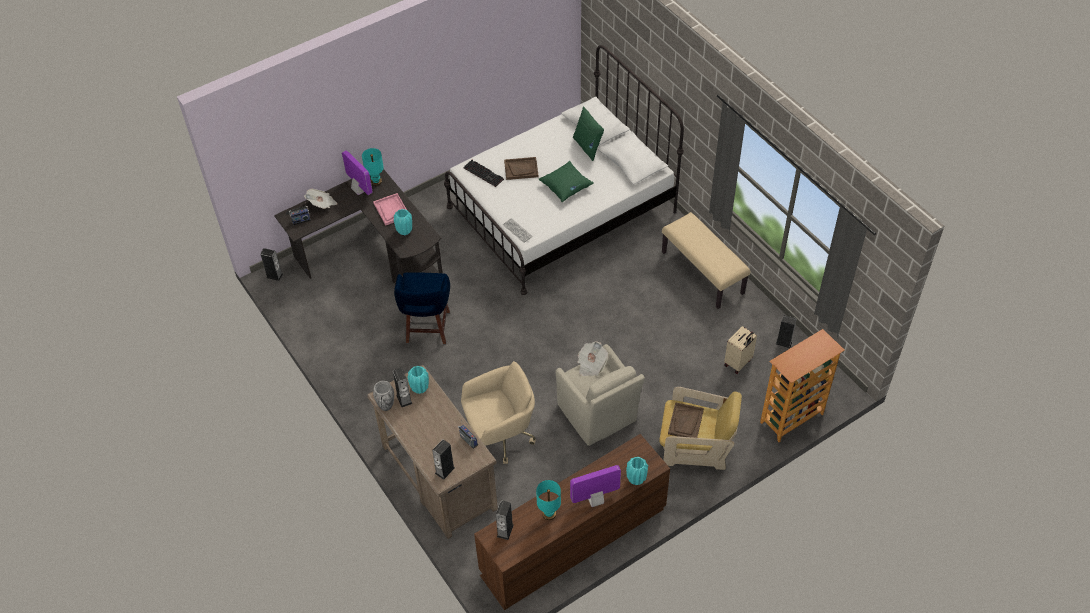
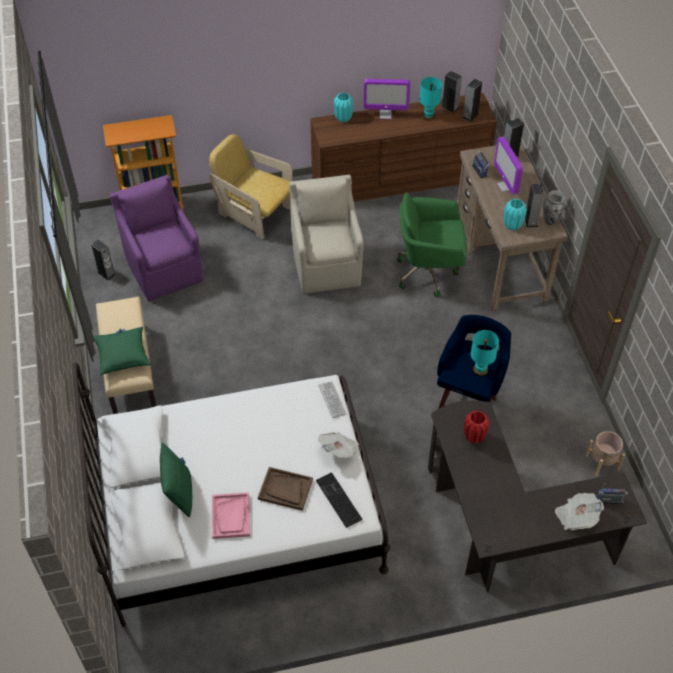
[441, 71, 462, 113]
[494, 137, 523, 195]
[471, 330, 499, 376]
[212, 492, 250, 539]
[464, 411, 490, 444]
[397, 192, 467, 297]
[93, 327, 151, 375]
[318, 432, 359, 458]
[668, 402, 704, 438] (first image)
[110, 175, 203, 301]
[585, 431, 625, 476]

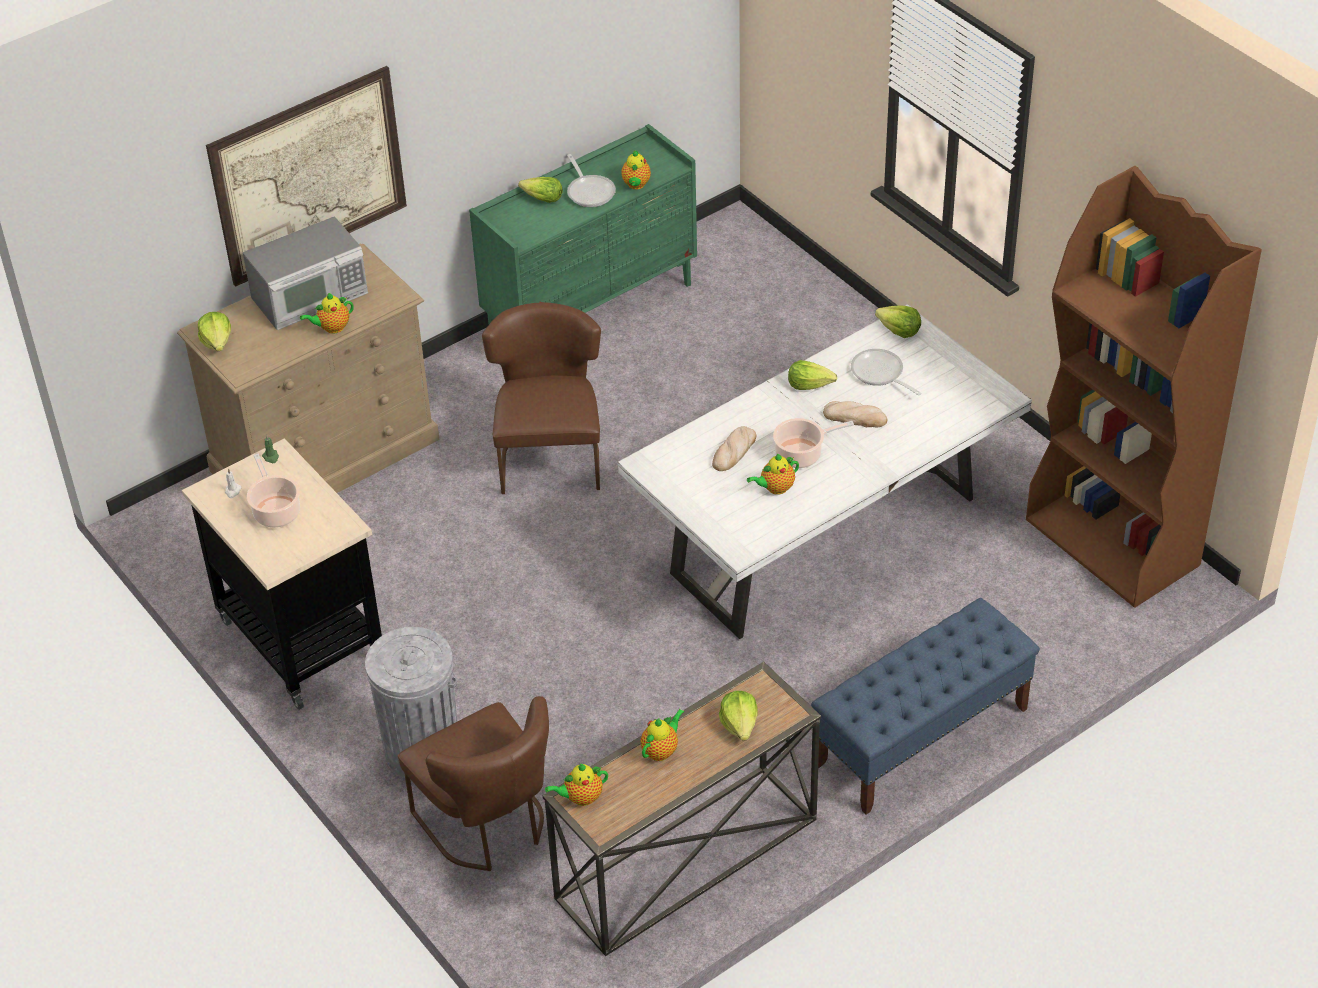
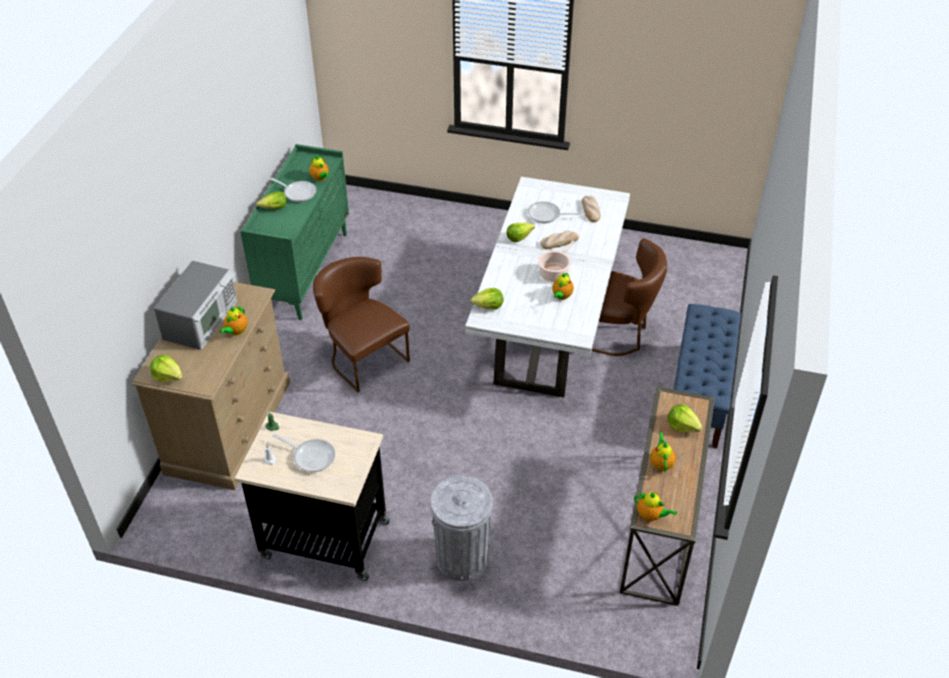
[206, 66, 407, 287] (first image)
[273, 433, 335, 472]
[592, 238, 667, 356]
[634, 492, 677, 521]
[582, 196, 601, 222]
[470, 288, 503, 309]
[1026, 166, 1262, 607] (first image)

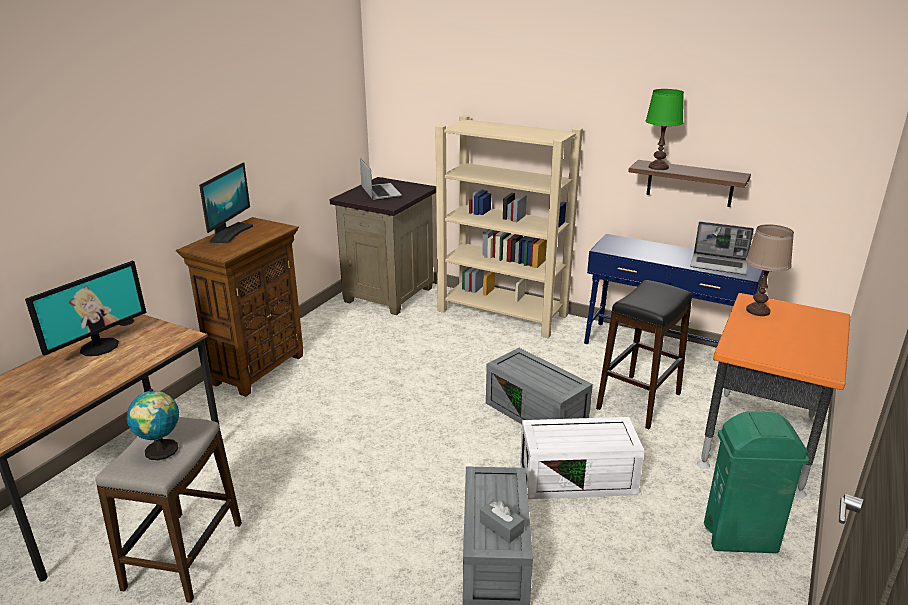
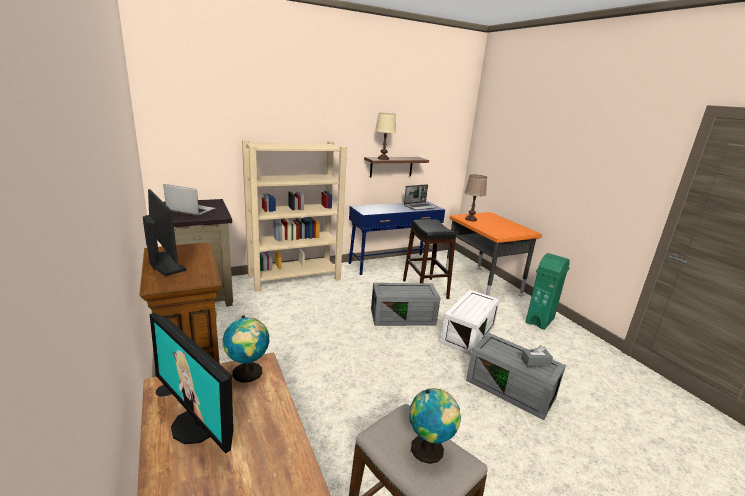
[150, 313, 233, 454]
[375, 113, 396, 160]
[223, 315, 269, 383]

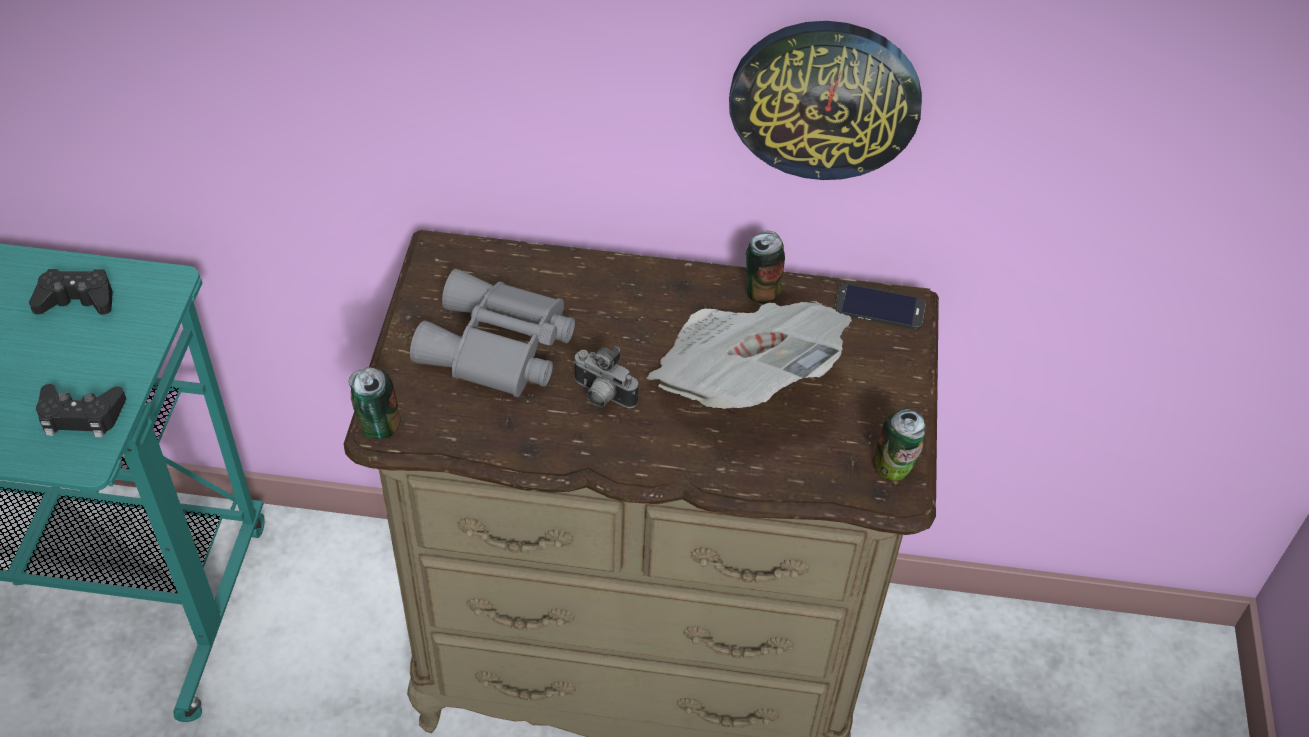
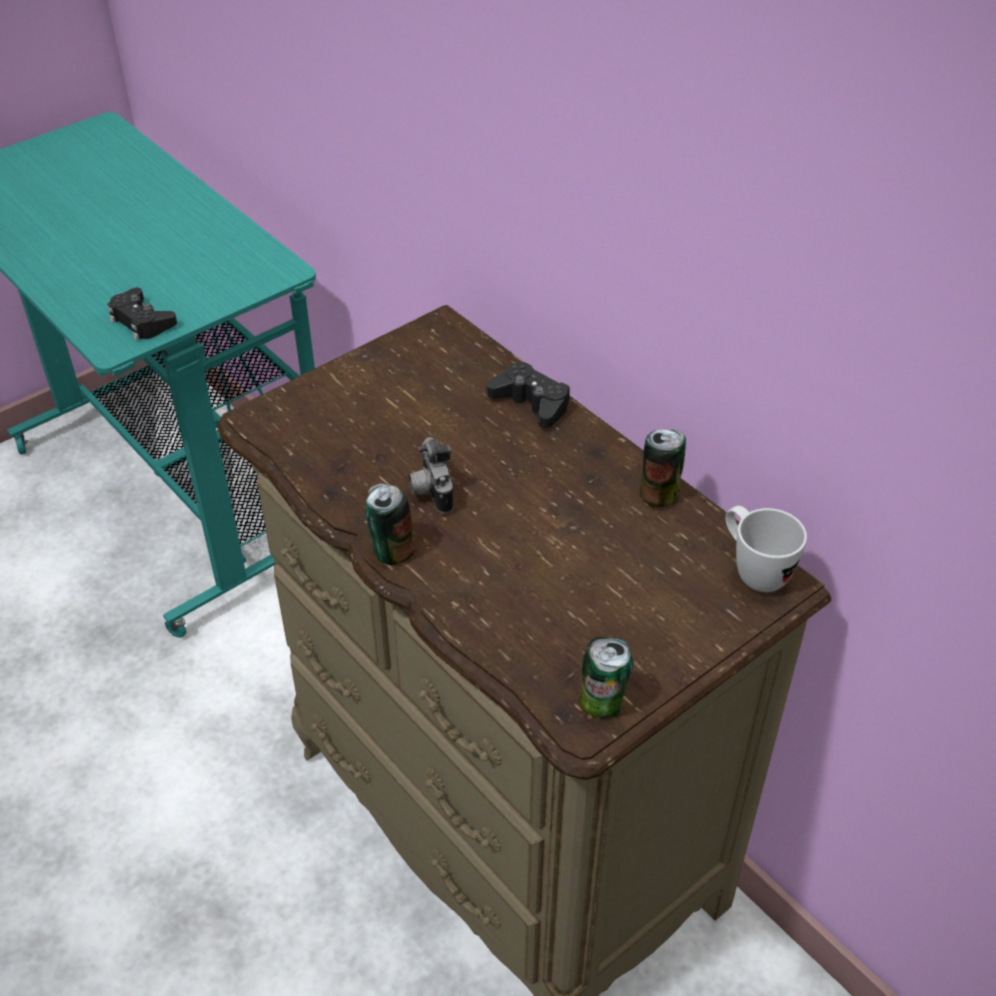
[486, 362, 570, 428]
[366, 483, 414, 565]
[410, 269, 575, 397] (first image)
[647, 301, 852, 409] (first image)
[729, 21, 922, 180] (first image)
[725, 506, 807, 592]

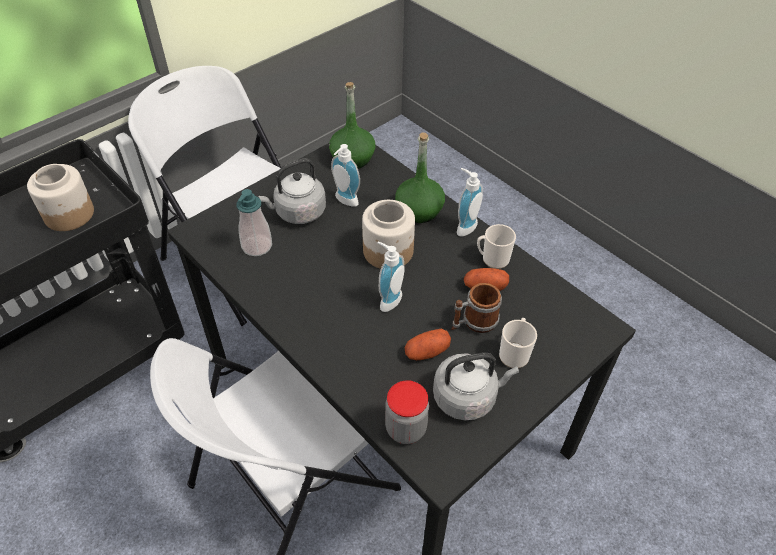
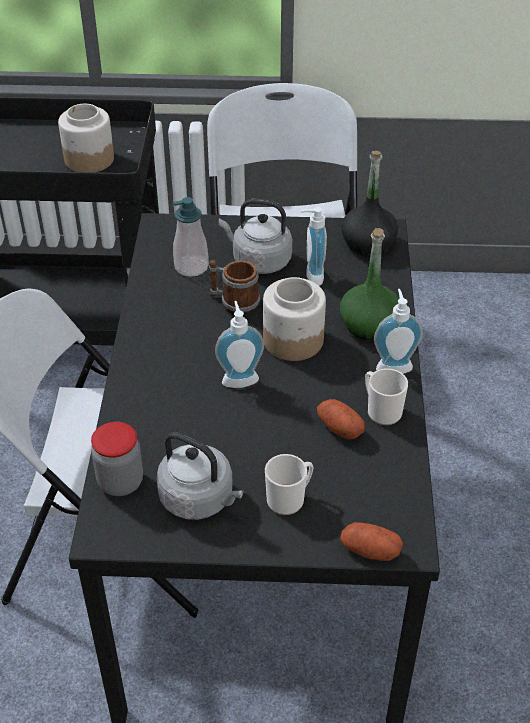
[341, 151, 398, 257]
[340, 522, 403, 561]
[209, 260, 260, 315]

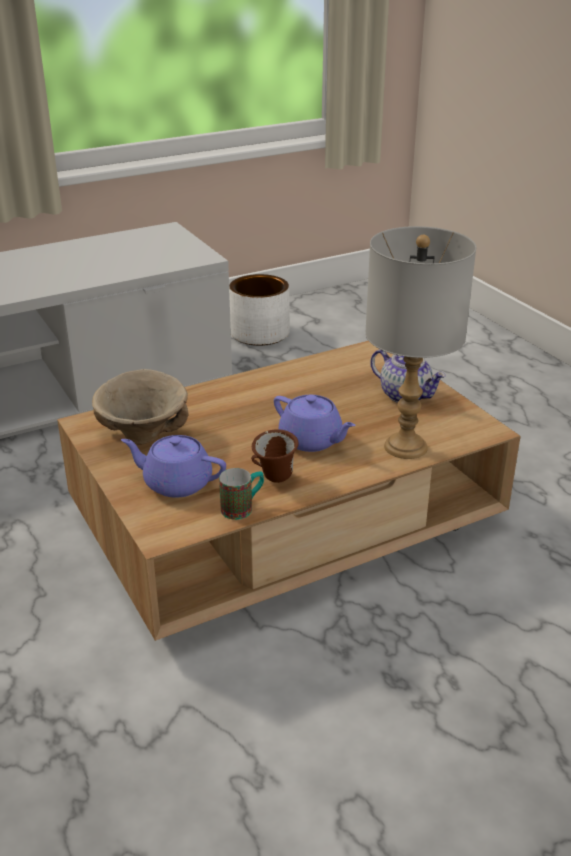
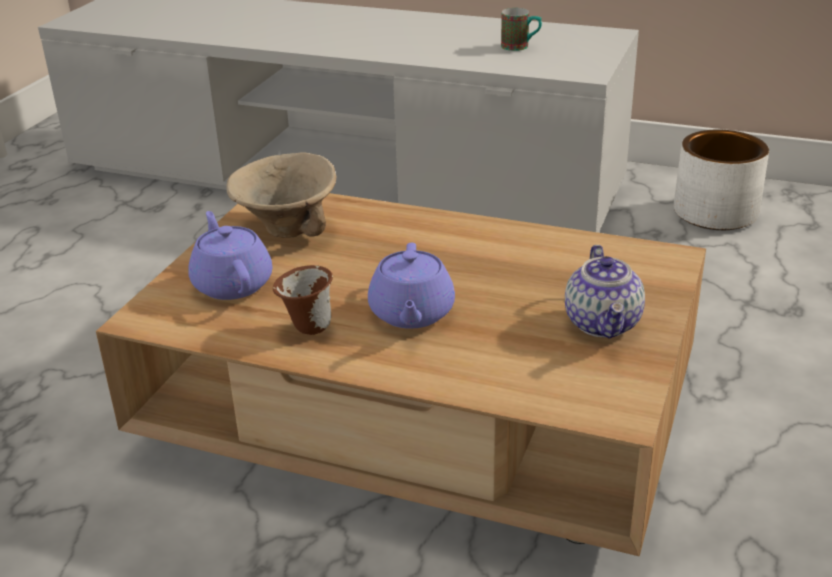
[501, 8, 542, 51]
[365, 226, 476, 459] (first image)

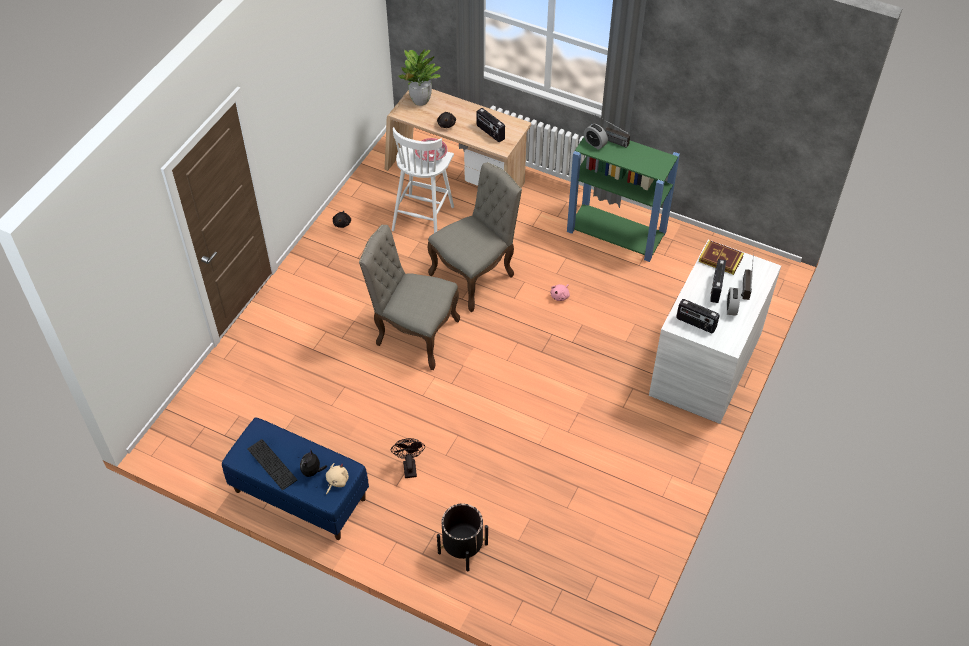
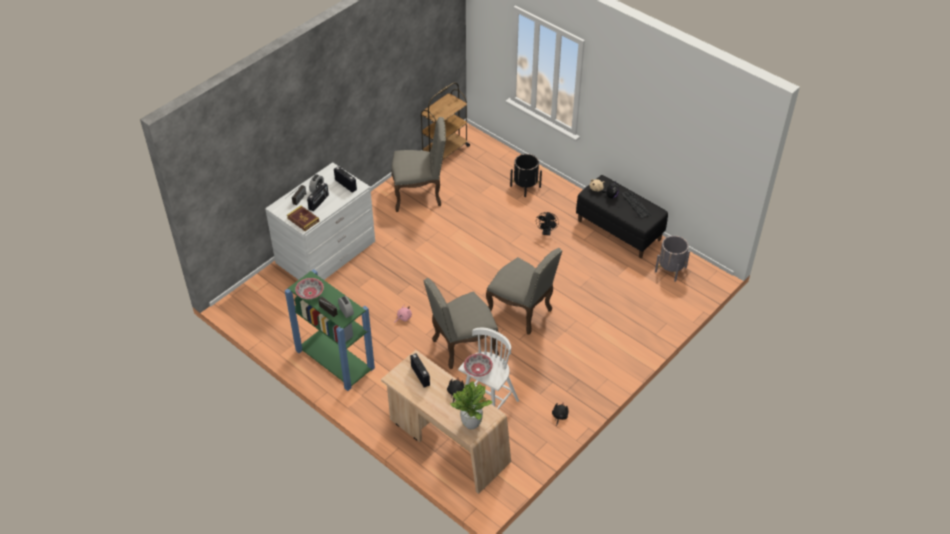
[576, 175, 668, 258]
[295, 278, 324, 299]
[391, 117, 446, 212]
[421, 83, 470, 160]
[655, 236, 690, 282]

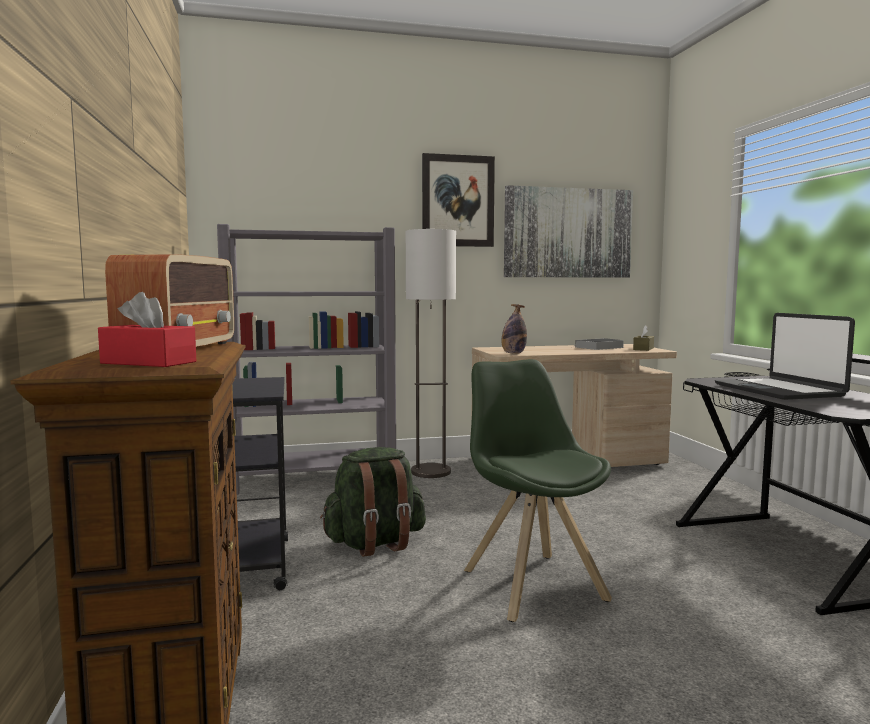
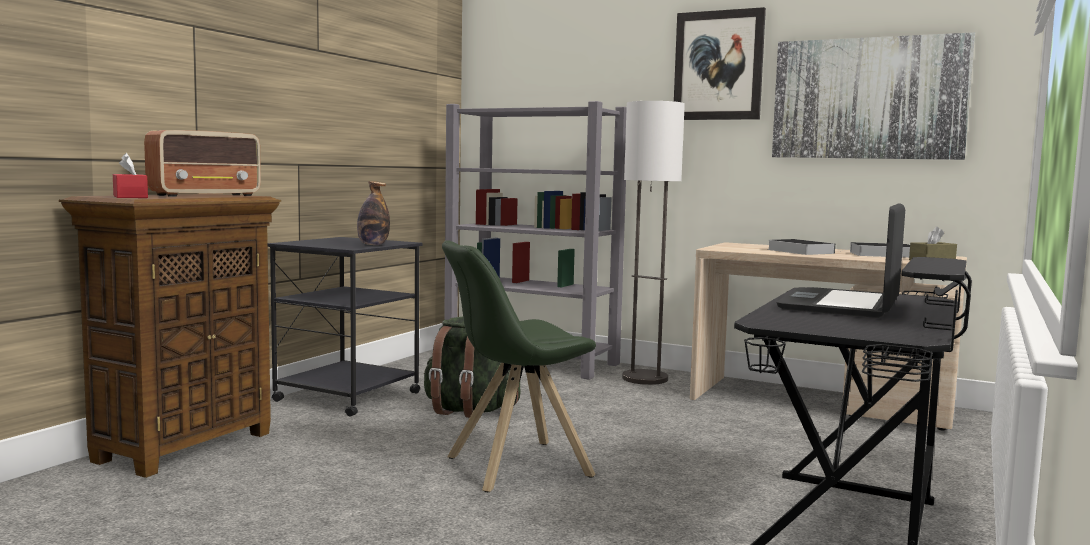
[442, 240, 596, 492]
[357, 181, 390, 245]
[767, 239, 835, 255]

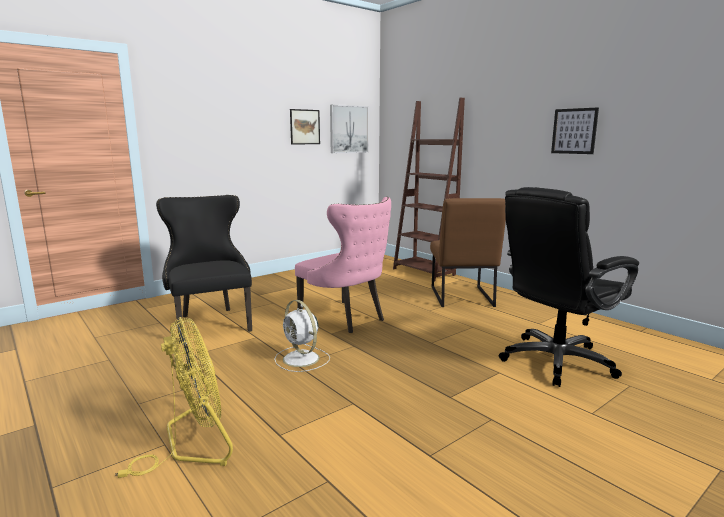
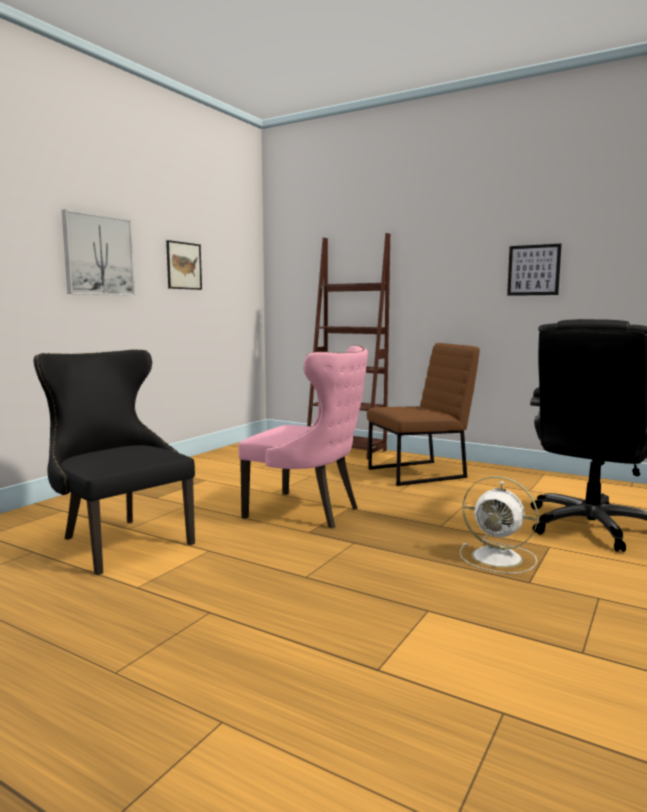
[115, 317, 233, 478] (first image)
[460, 476, 538, 574]
[62, 209, 135, 296]
[367, 343, 480, 486]

